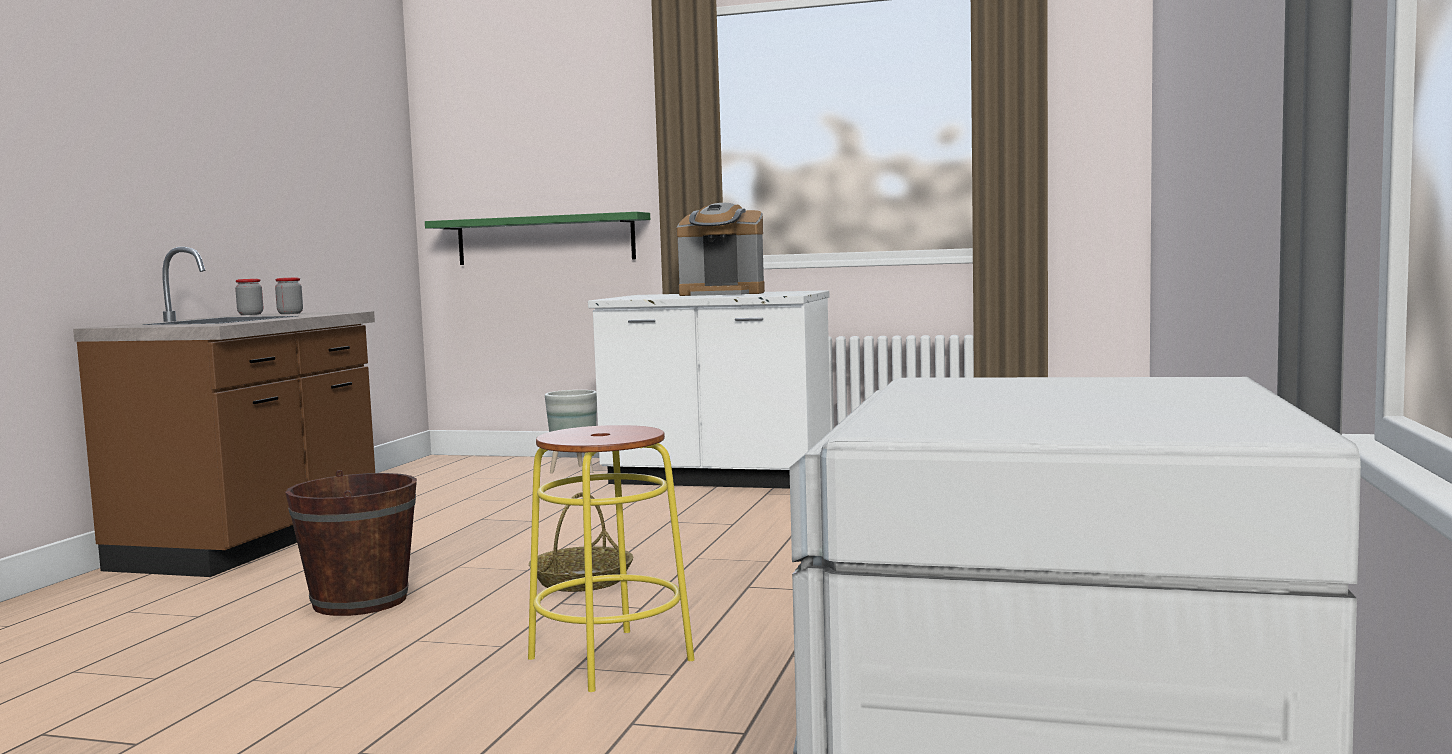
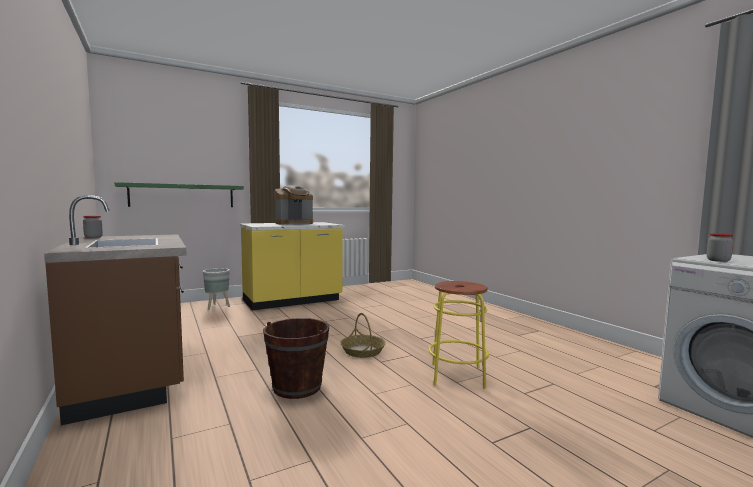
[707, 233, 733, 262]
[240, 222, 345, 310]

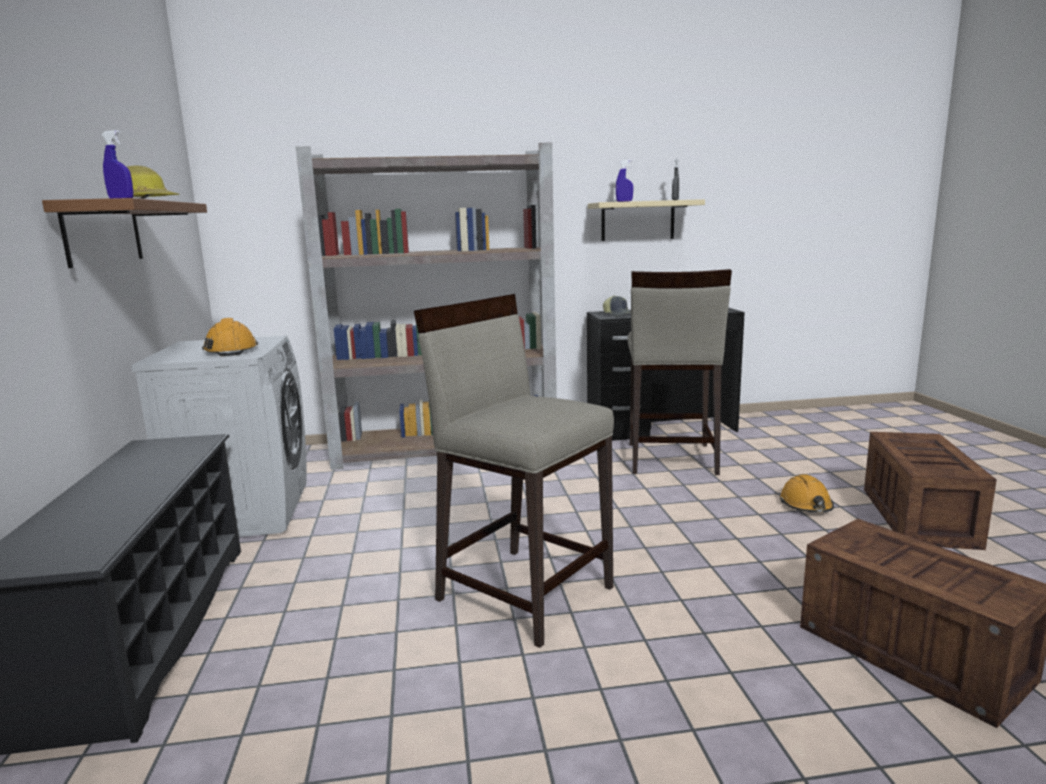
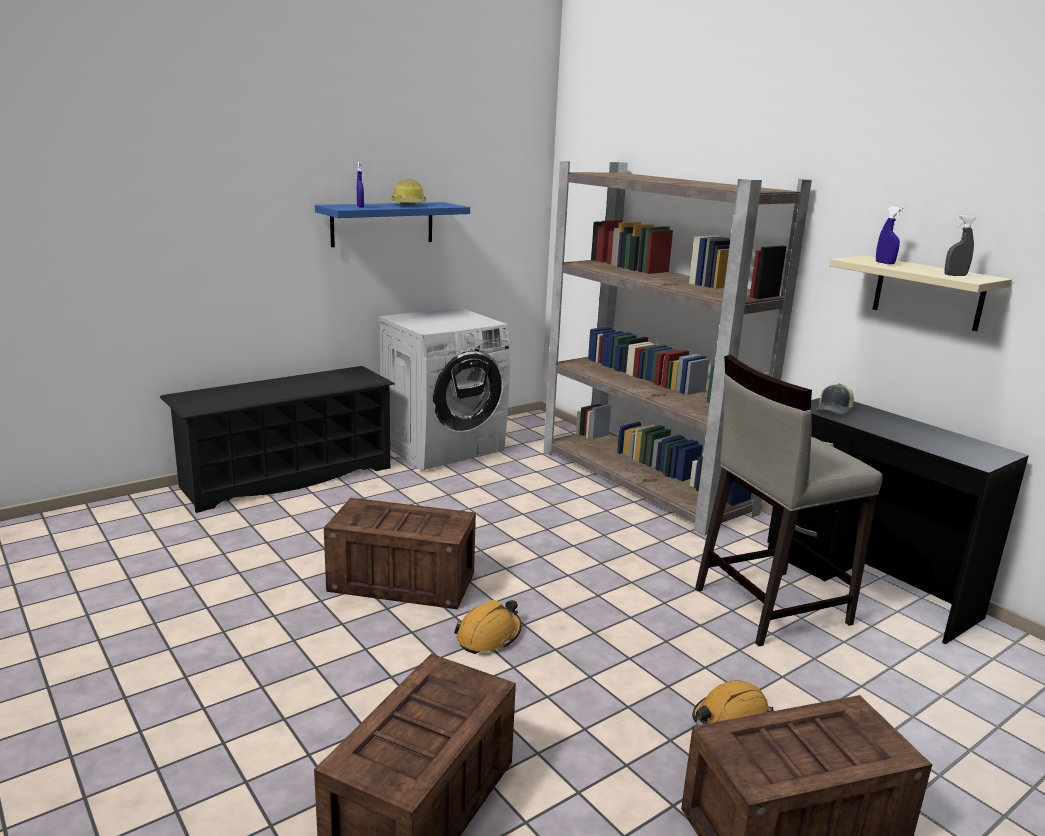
[315, 202, 470, 247]
[454, 600, 522, 654]
[324, 498, 476, 610]

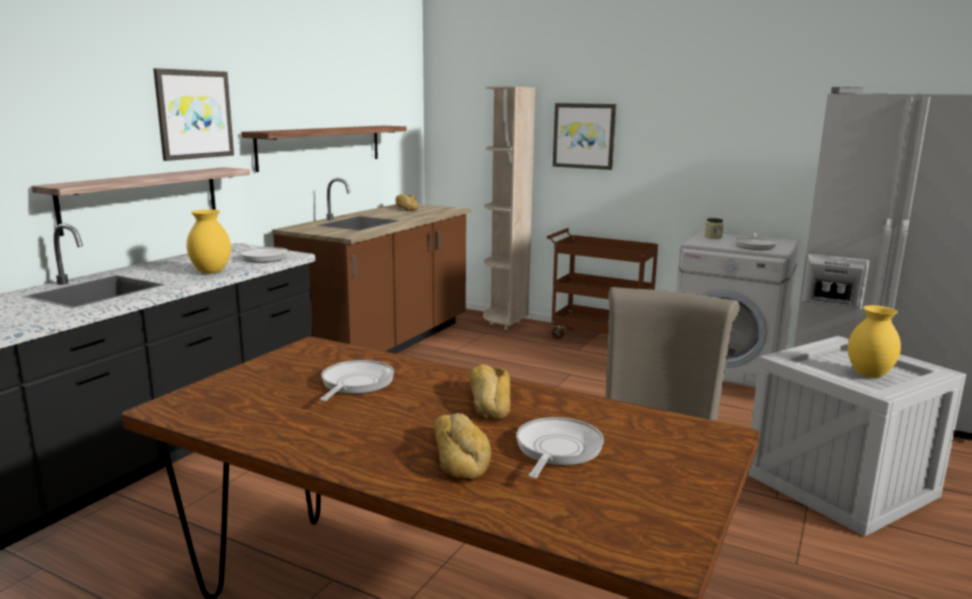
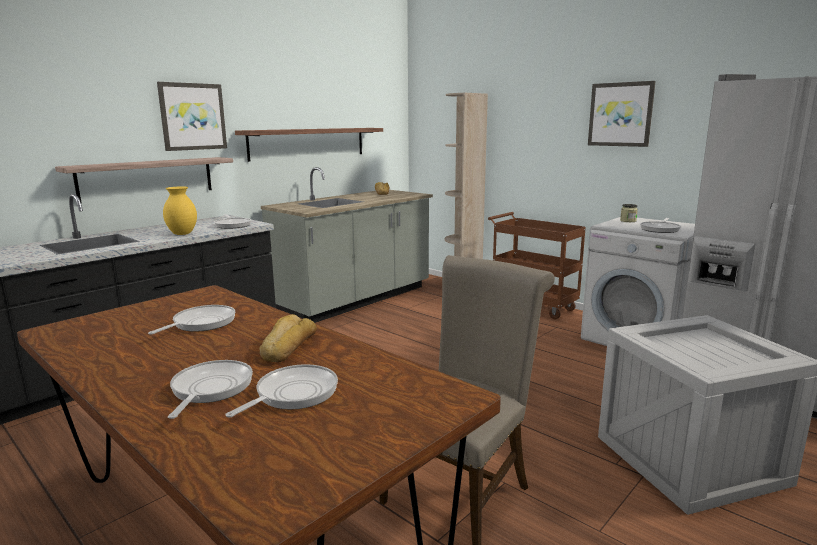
[261, 167, 433, 323]
[168, 360, 253, 419]
[588, 81, 656, 147]
[848, 305, 901, 378] (first image)

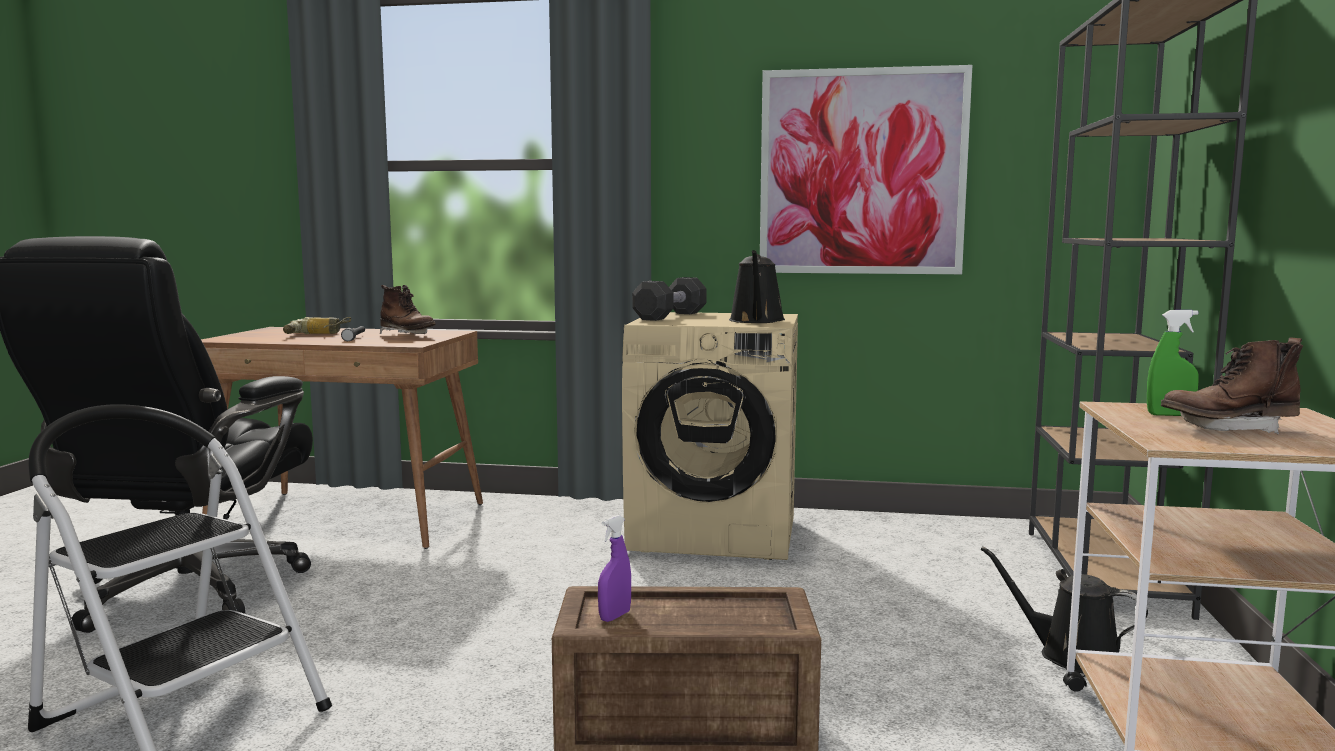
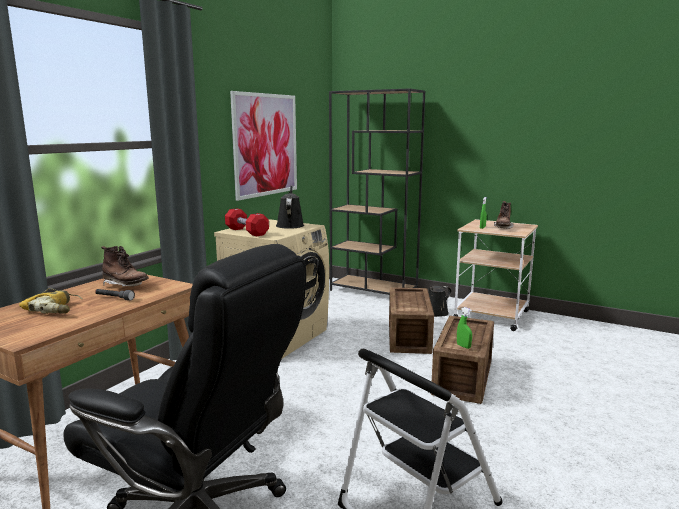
[101, 246, 149, 287]
[457, 307, 472, 349]
[225, 208, 269, 236]
[276, 185, 304, 229]
[389, 287, 434, 354]

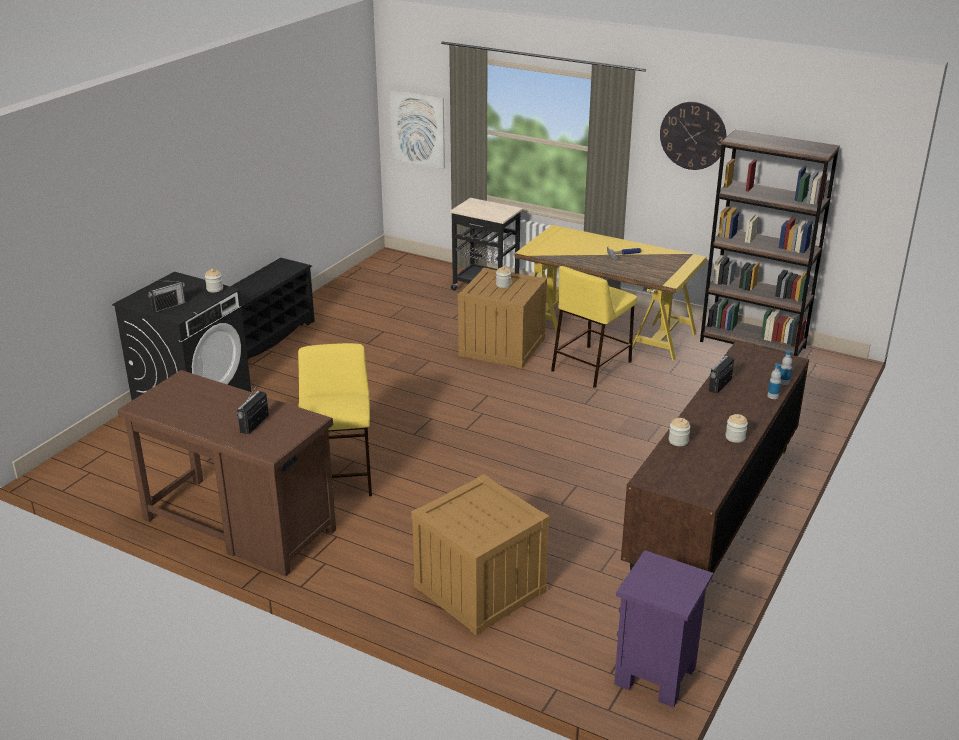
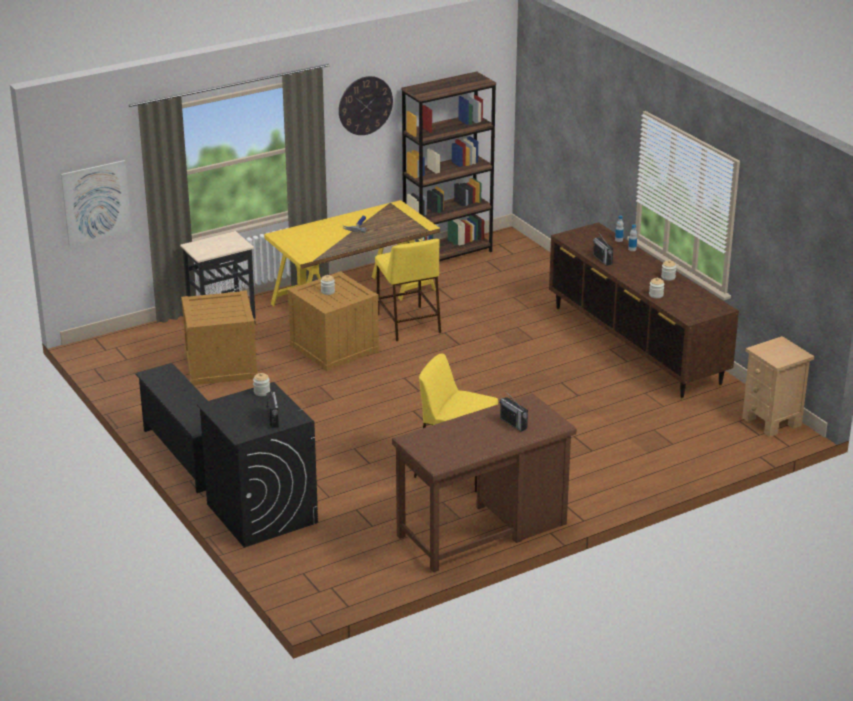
[181, 290, 257, 386]
[742, 336, 814, 437]

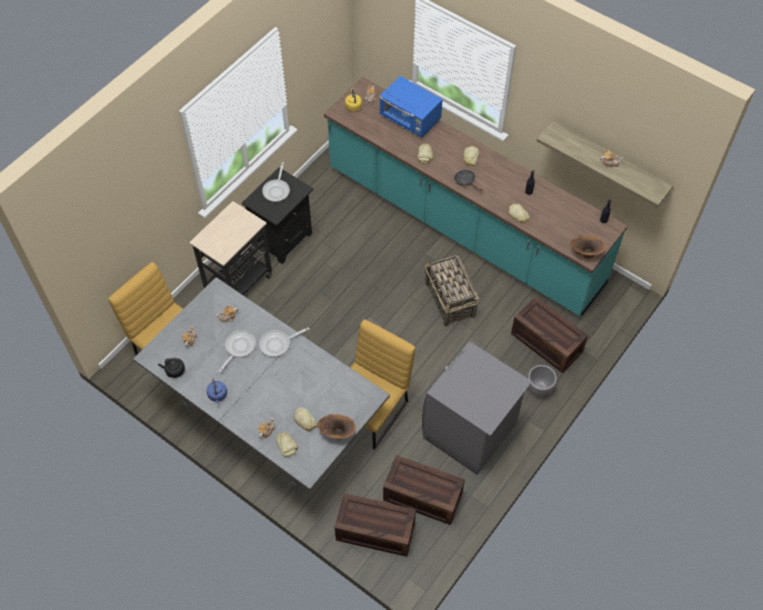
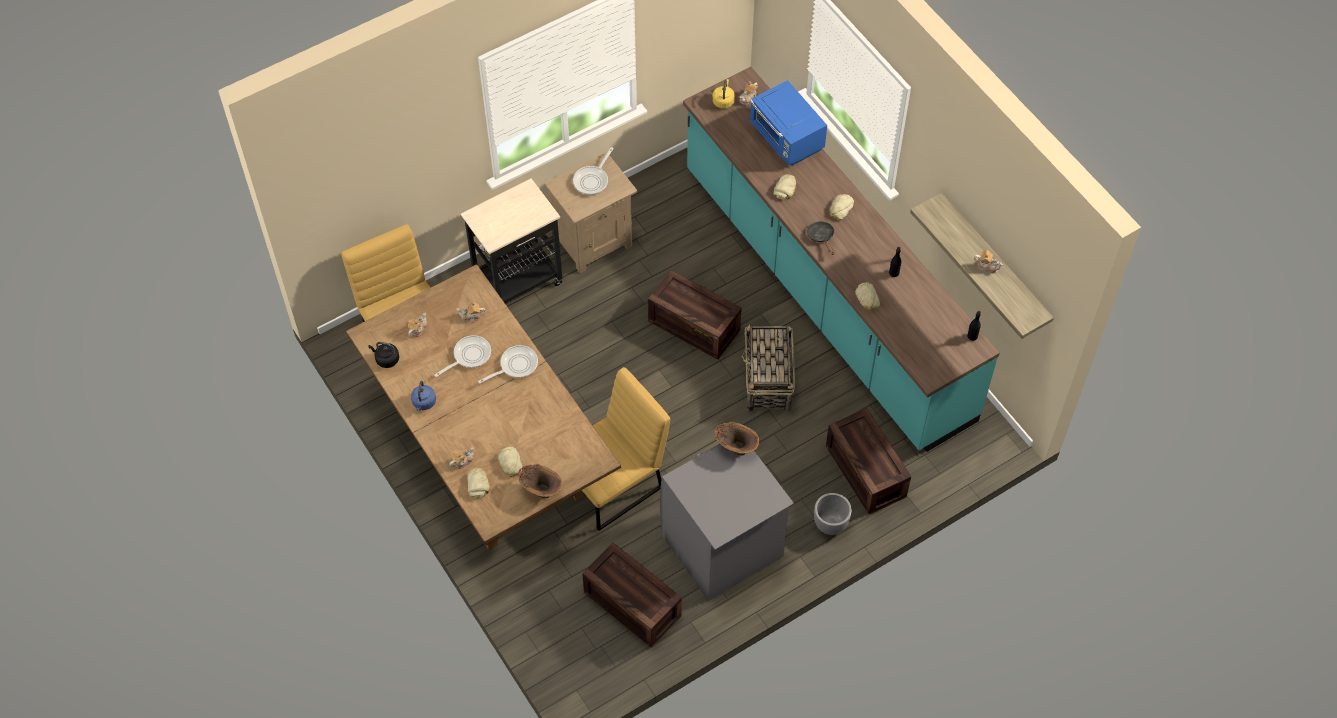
[346, 264, 621, 550]
[544, 152, 638, 274]
[478, 345, 538, 383]
[648, 270, 742, 360]
[714, 422, 759, 455]

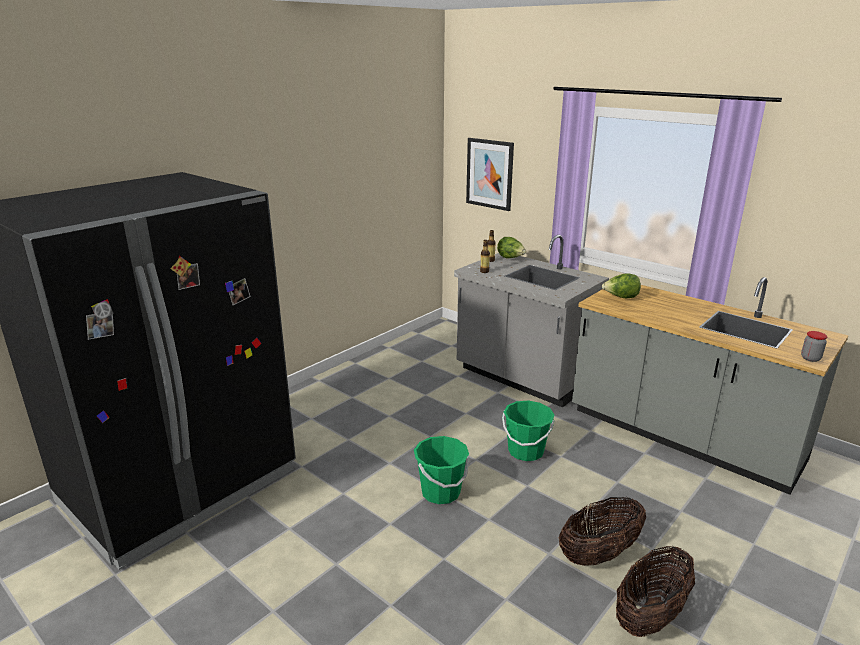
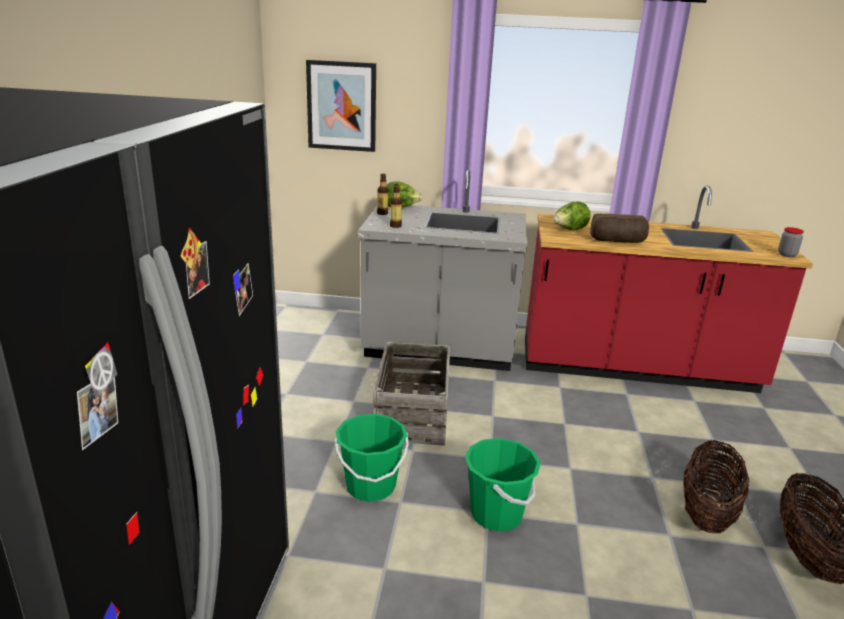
[335, 414, 409, 502]
[525, 185, 813, 393]
[373, 342, 450, 446]
[590, 213, 649, 243]

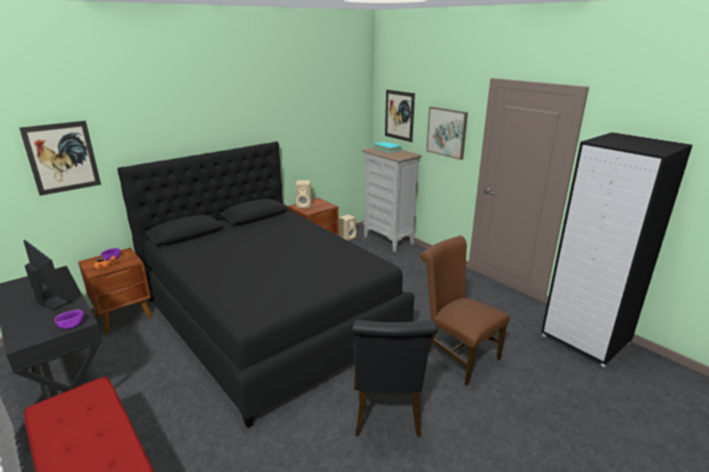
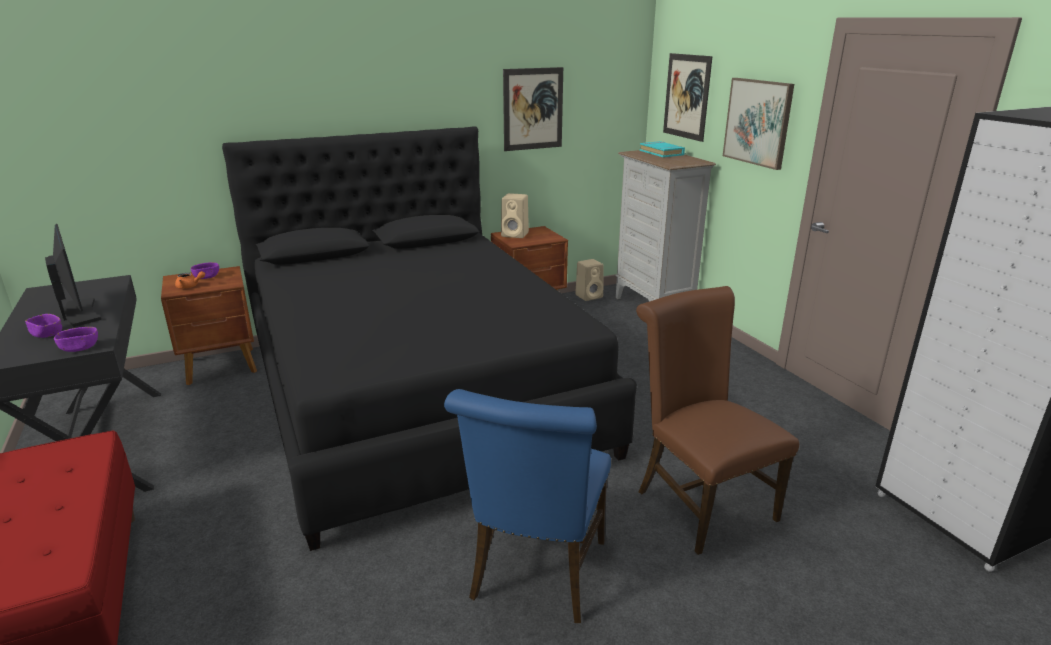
[503, 67, 563, 151]
[444, 389, 611, 623]
[25, 314, 62, 338]

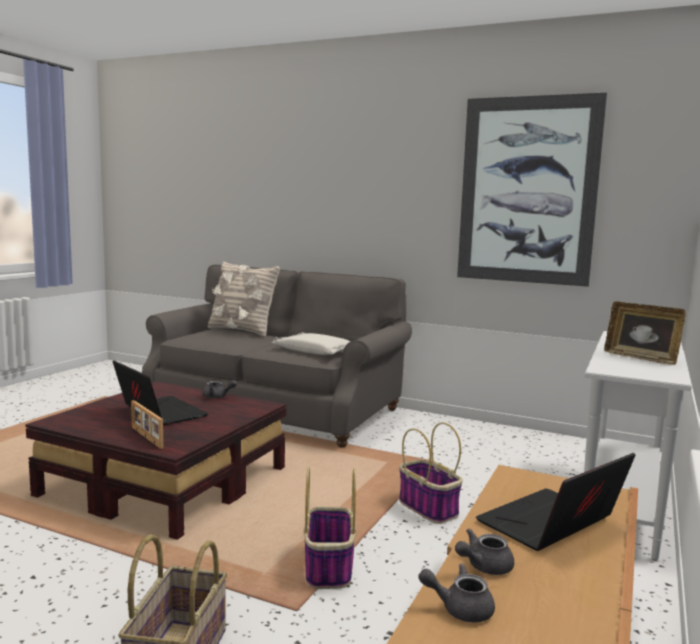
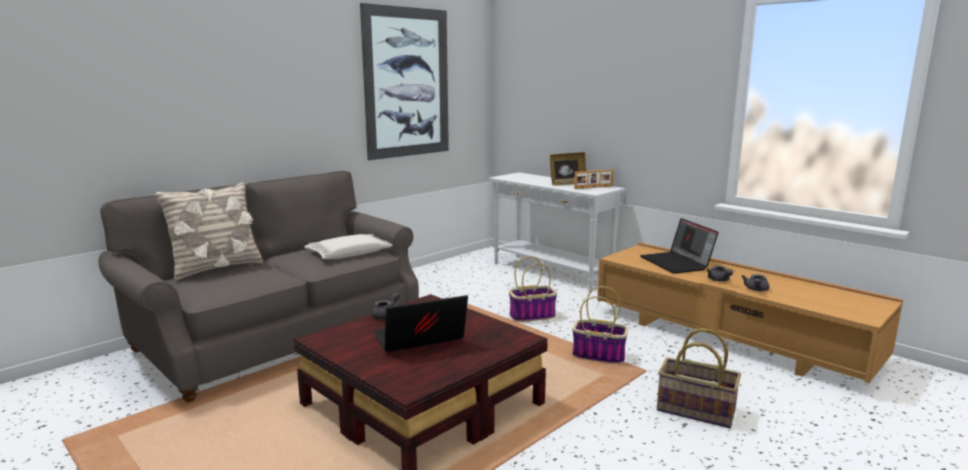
[574, 169, 614, 189]

